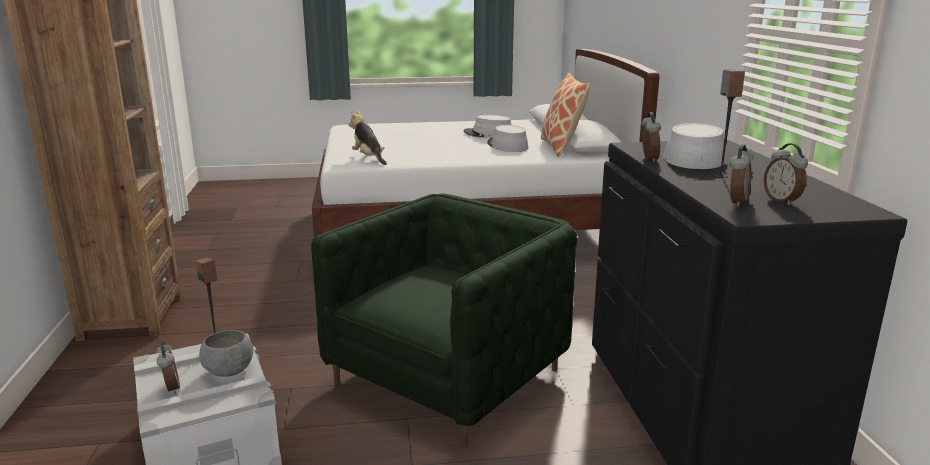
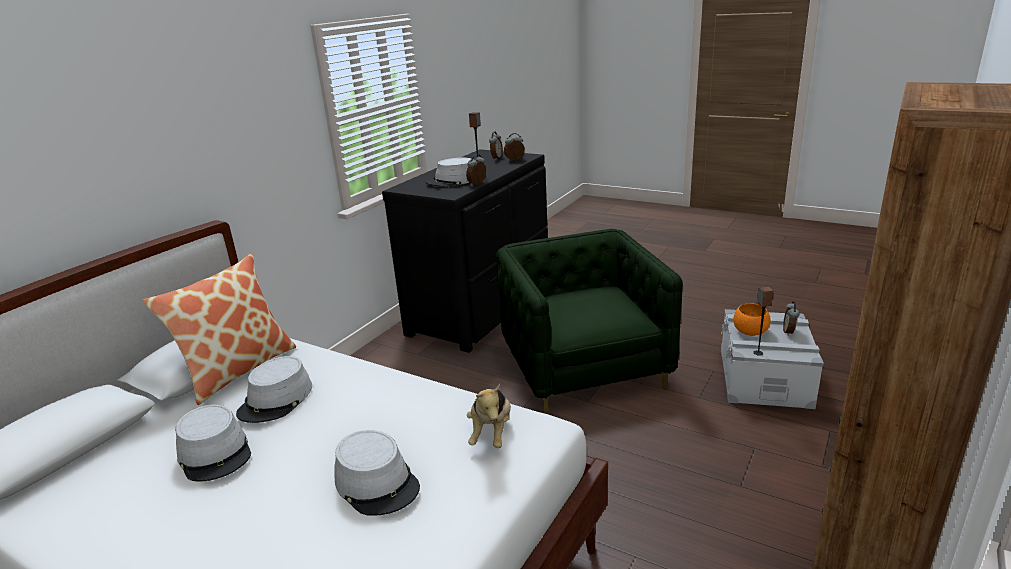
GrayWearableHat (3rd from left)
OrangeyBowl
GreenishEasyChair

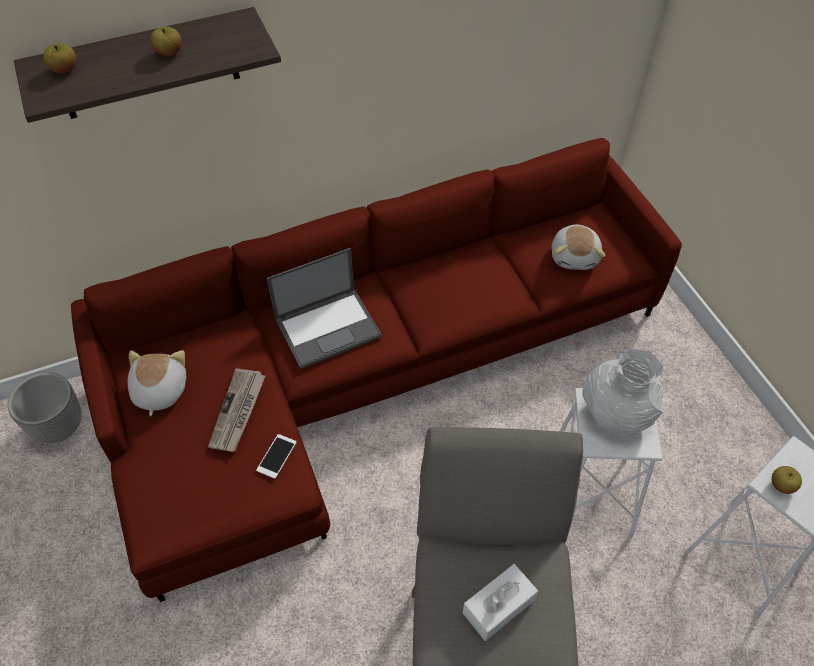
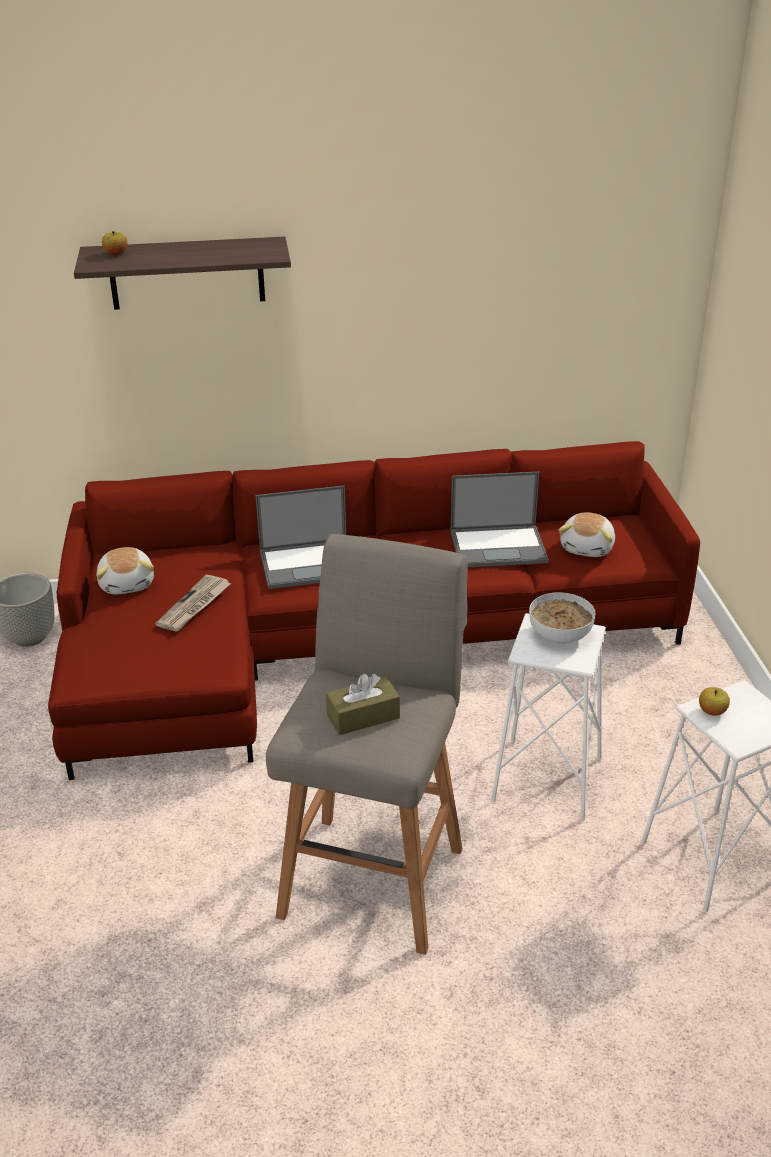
AppleFruit (2nd from left in the first image)
Handset
Laptop (2nd from left)
Bowl
BrownColouredBoxOfTissues
PlushToy (1st from left)

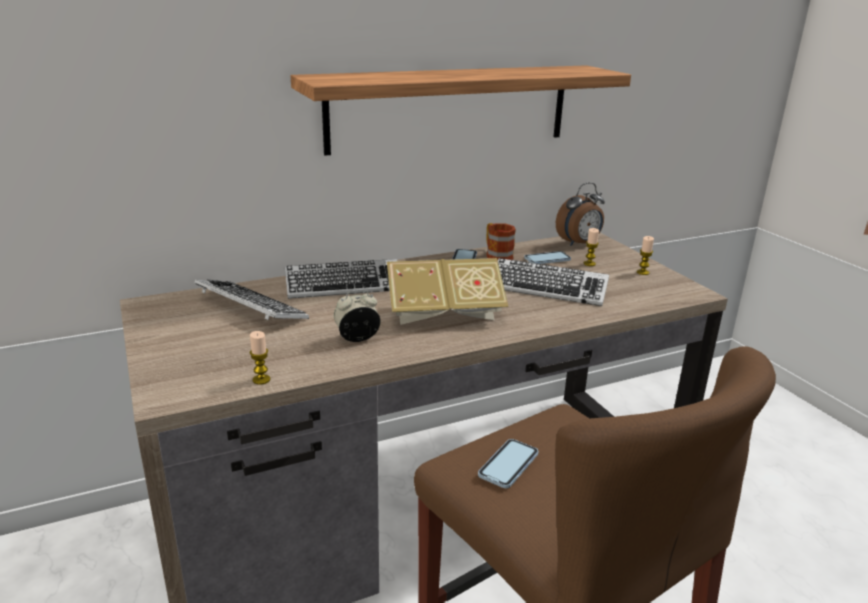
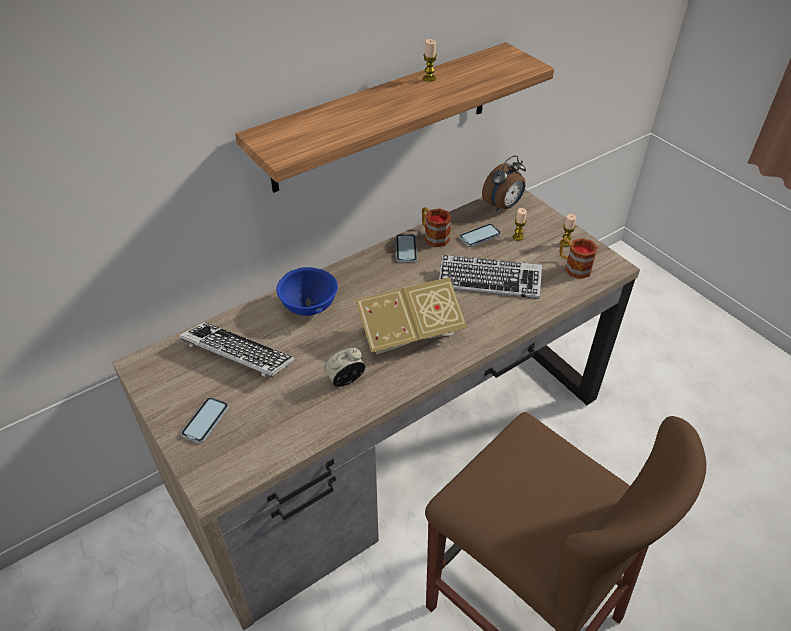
TeaMug (2nd from left)
Candle (1st from left)
Handset (1st from left)
BlueBowl

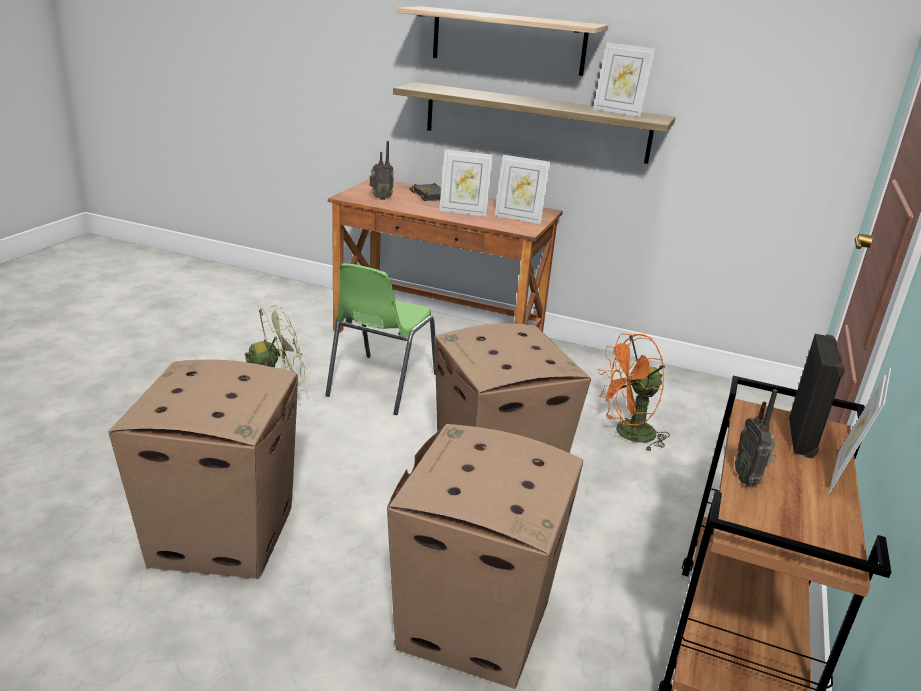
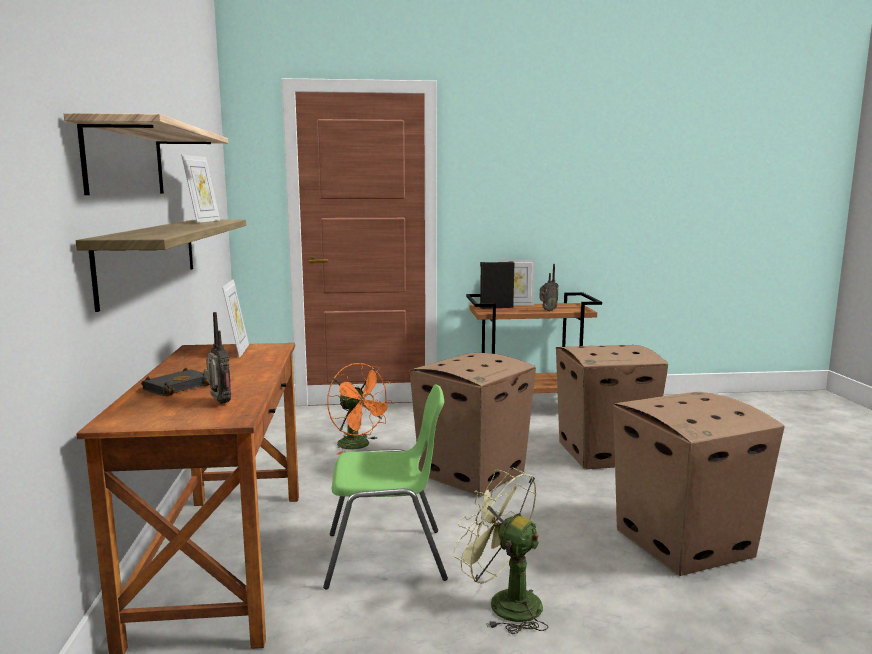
PhotoFrame (1st from left in the first image)

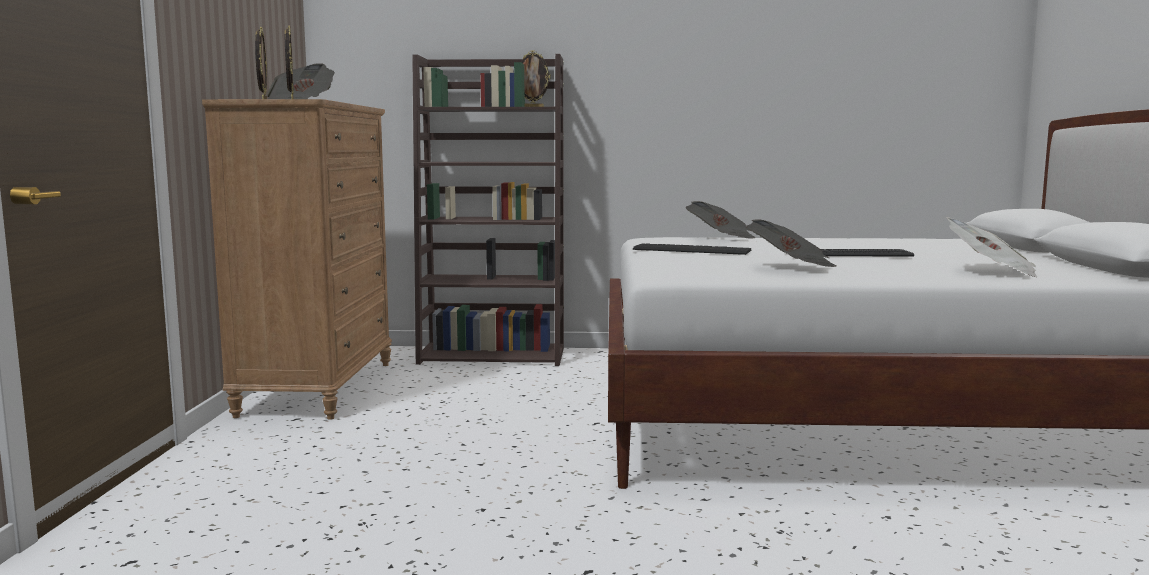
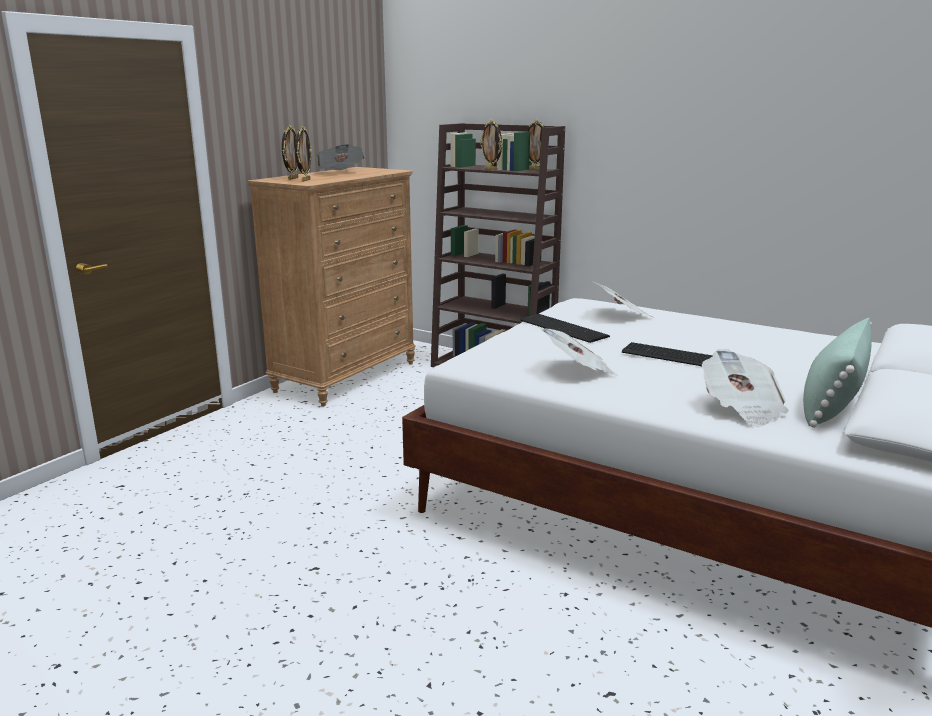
PhotoFrame (3rd from left)
GreenishThrowPillow

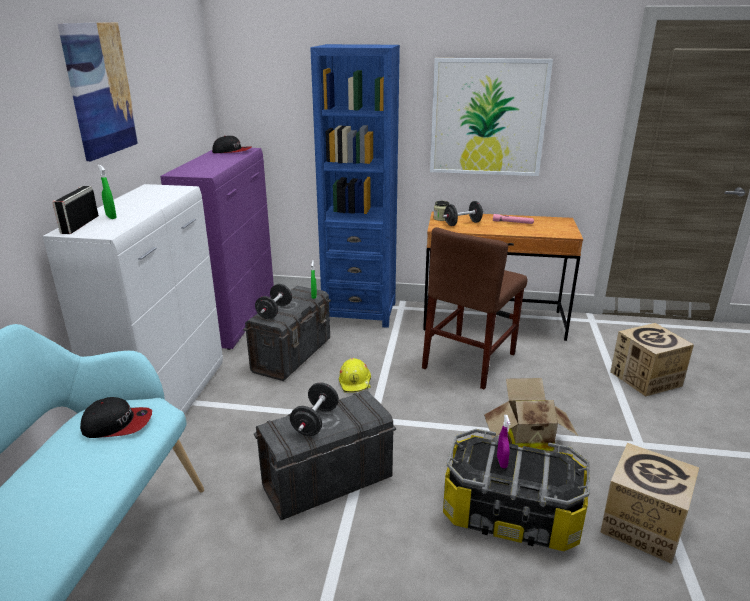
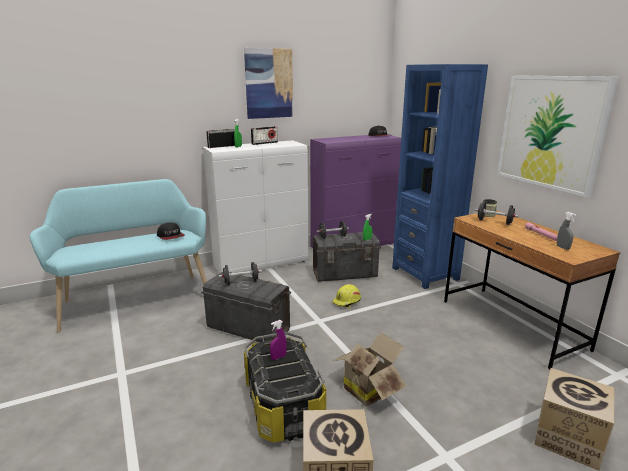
BrownColouredUprightChair
RadioSet (2nd from left)
GrayHandSprayer

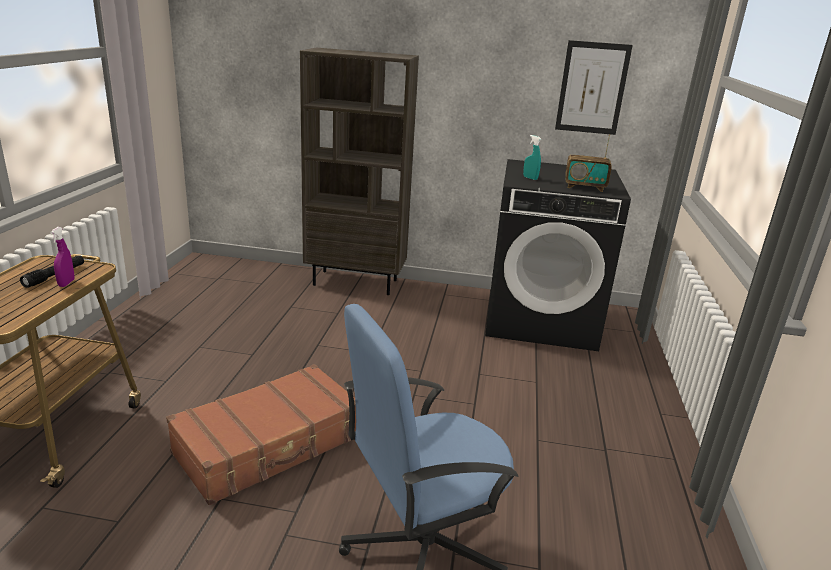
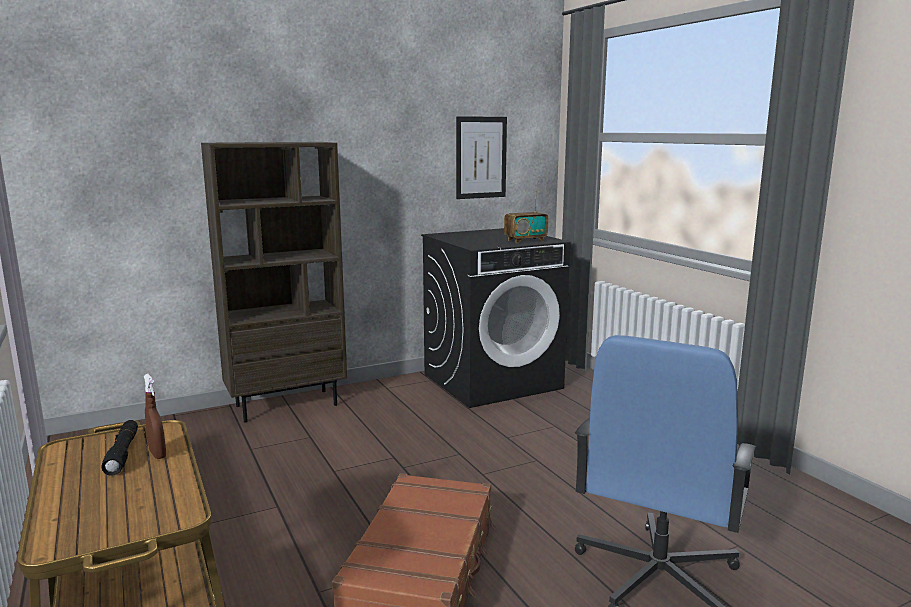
BlueGreenHandSprayer
BrownColouredHandSprayer

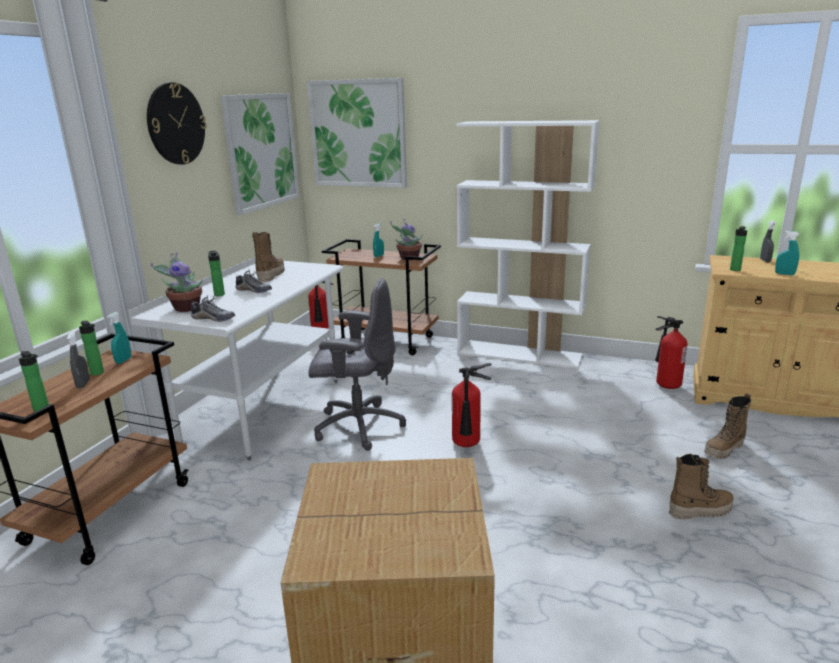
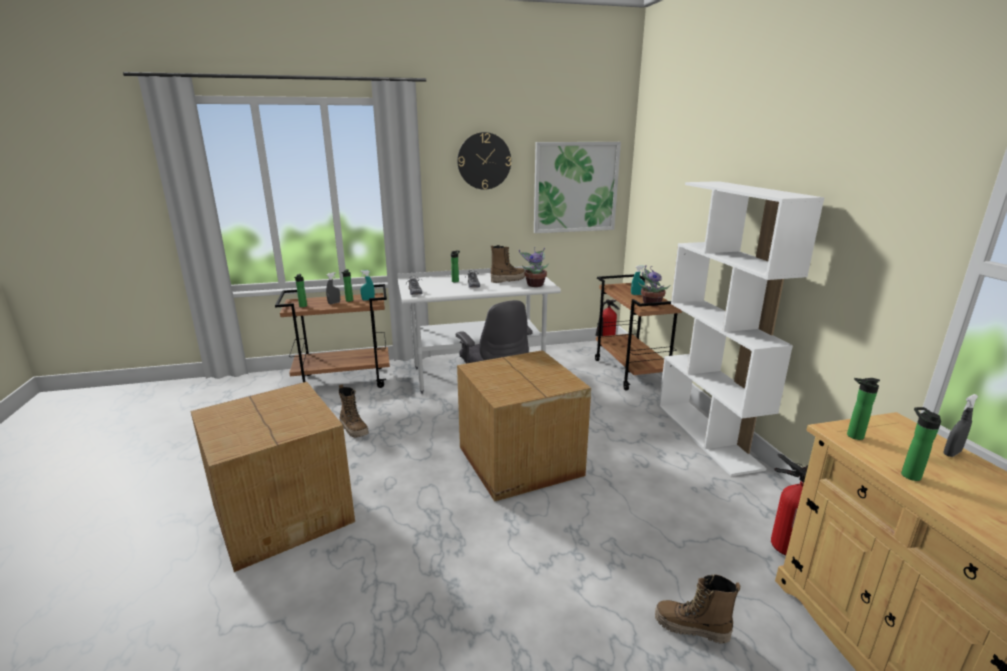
Picture (2nd from left in the first image)
PlantInAPot (1st from left)
TallBoot (1st from left)
PackingBox (2nd from left)
BeverageBottle (5th from left)

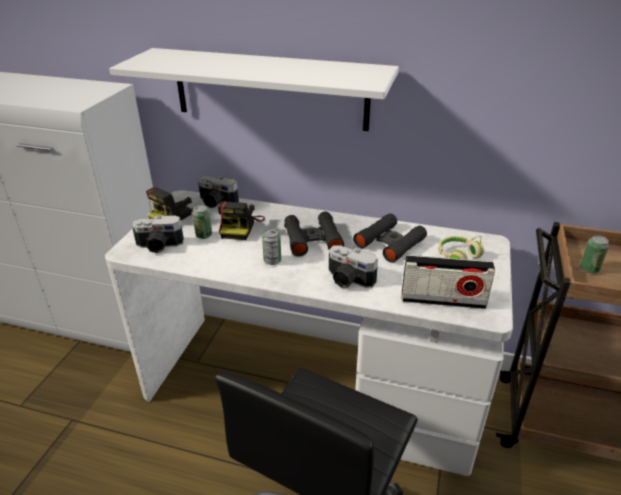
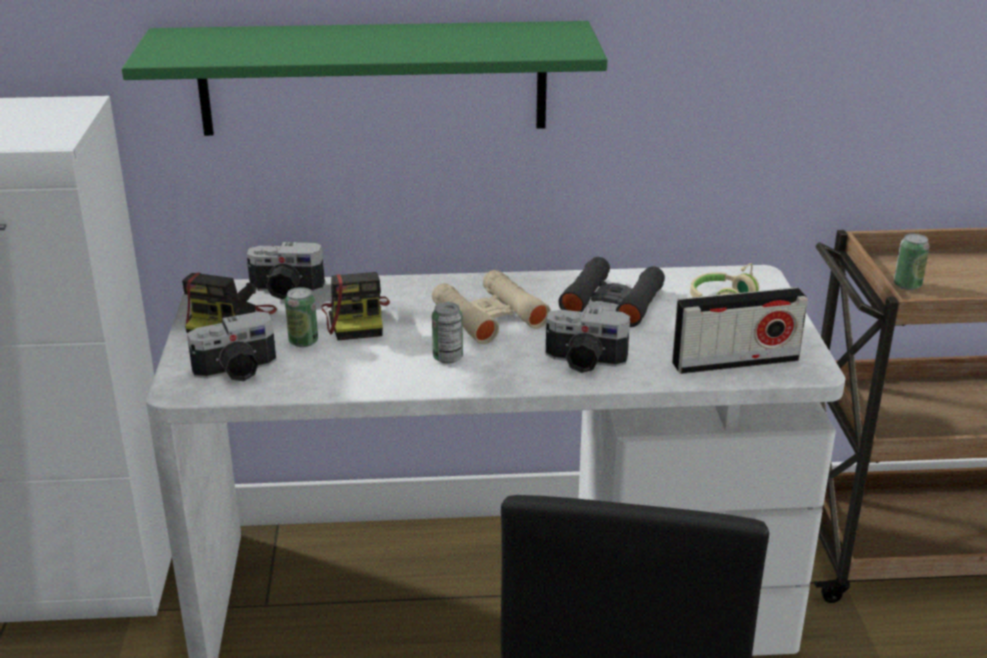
GreenishShelf
BeigeColouredPairOfBinoculars

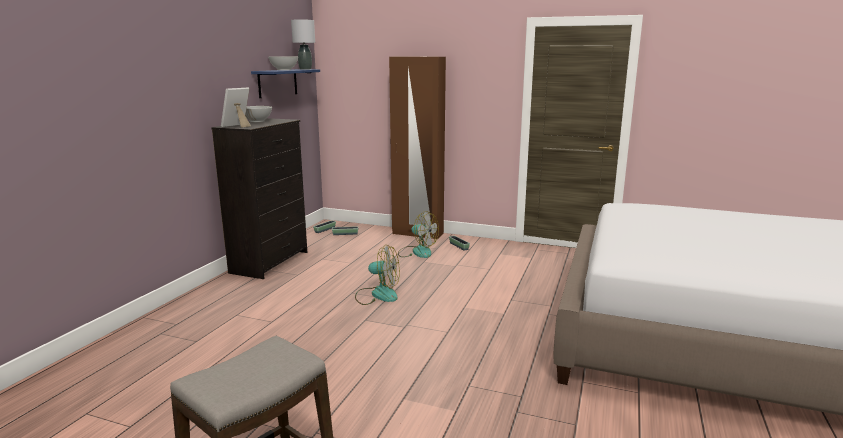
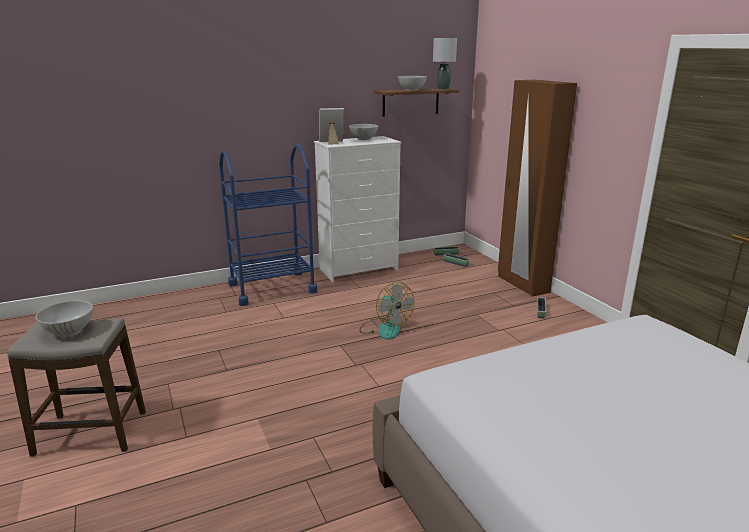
CoolingFan (2nd from left in the first image)
WhiteColouredBowl (1st from left)
BlueCart
WhiteColouredDresser
BrownColouredShelf

